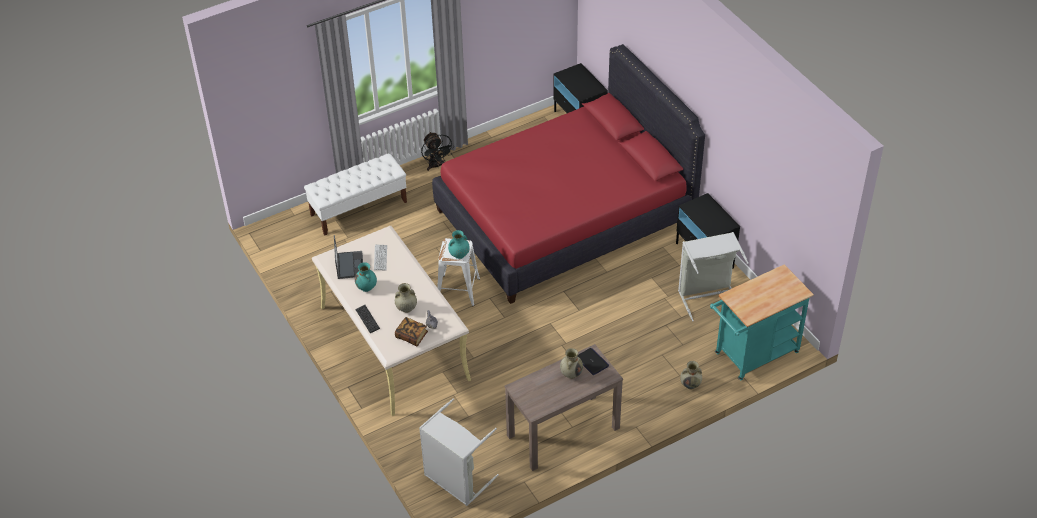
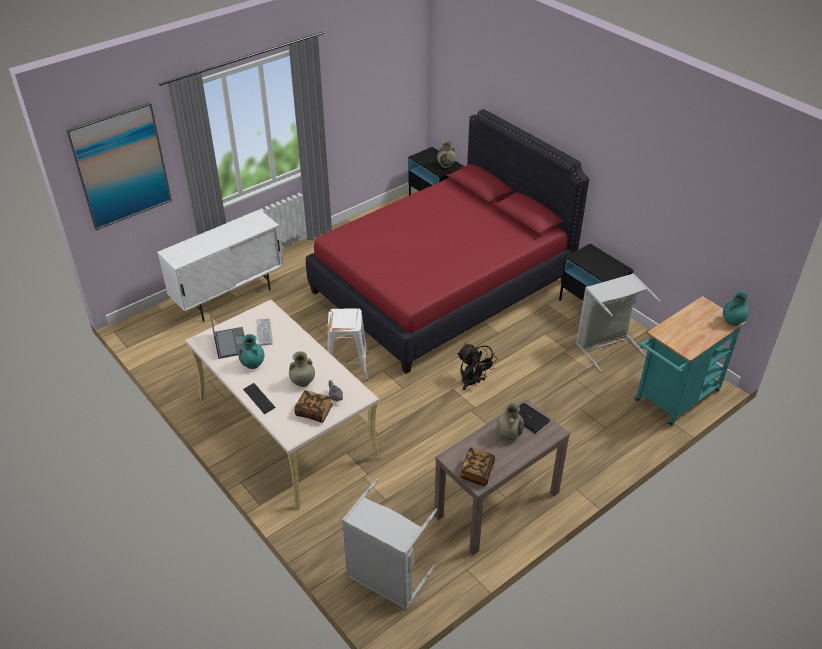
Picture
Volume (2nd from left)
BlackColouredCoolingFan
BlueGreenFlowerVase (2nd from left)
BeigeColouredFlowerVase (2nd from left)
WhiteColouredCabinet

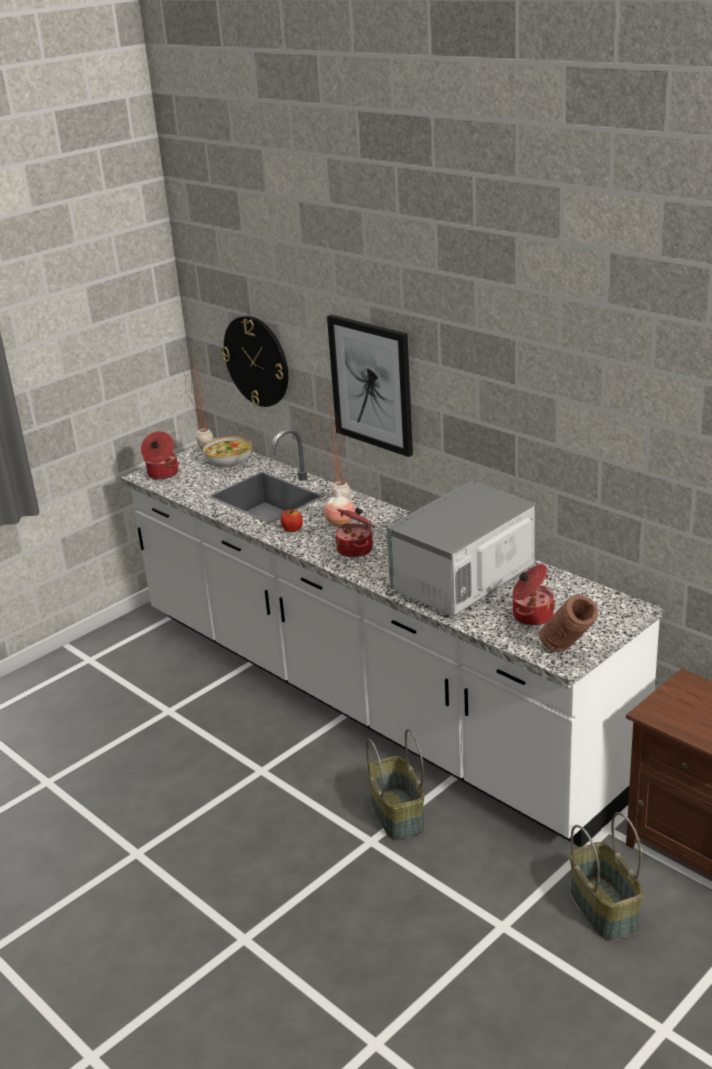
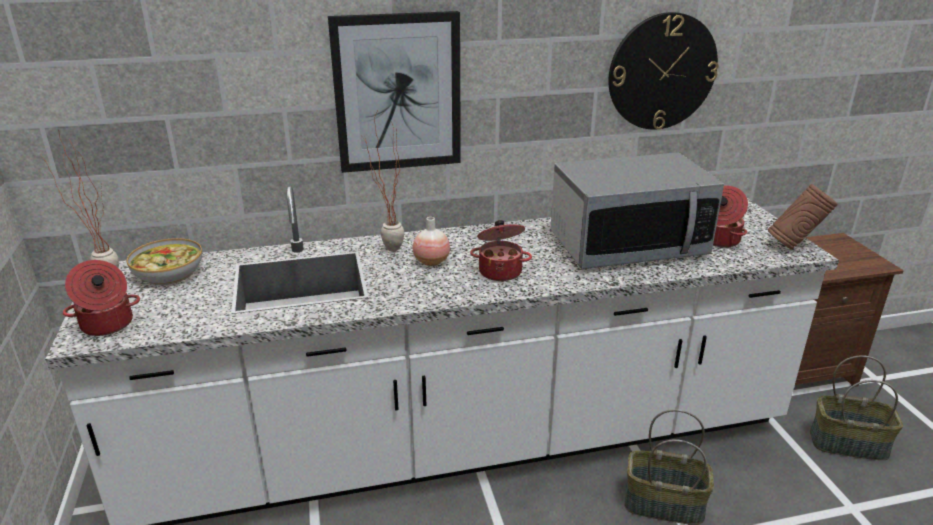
AppleFruit
ClockOnTheWall
MicrowaveOven

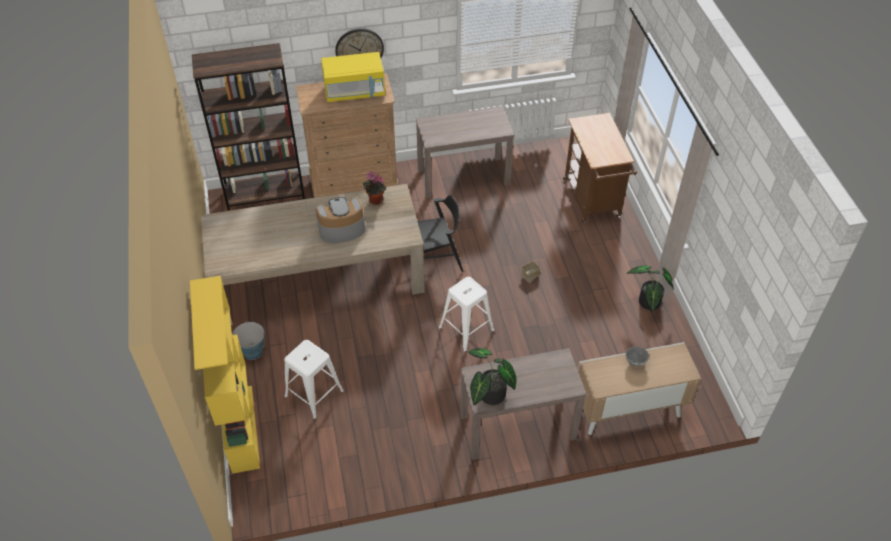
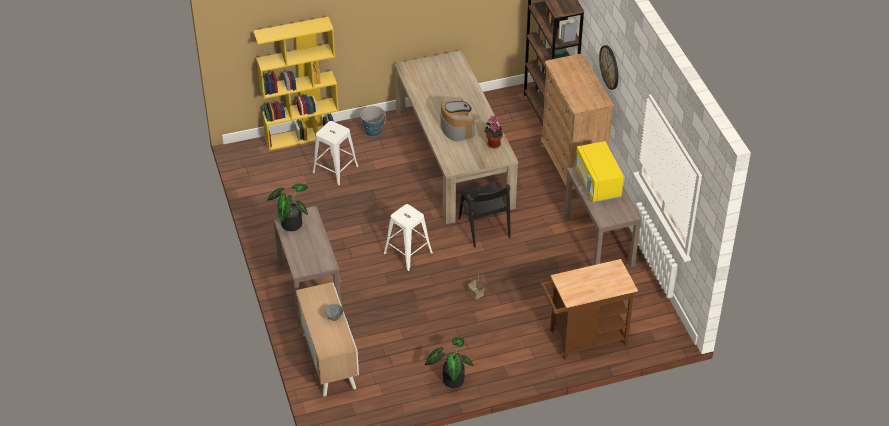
YellowMicrowaveOven

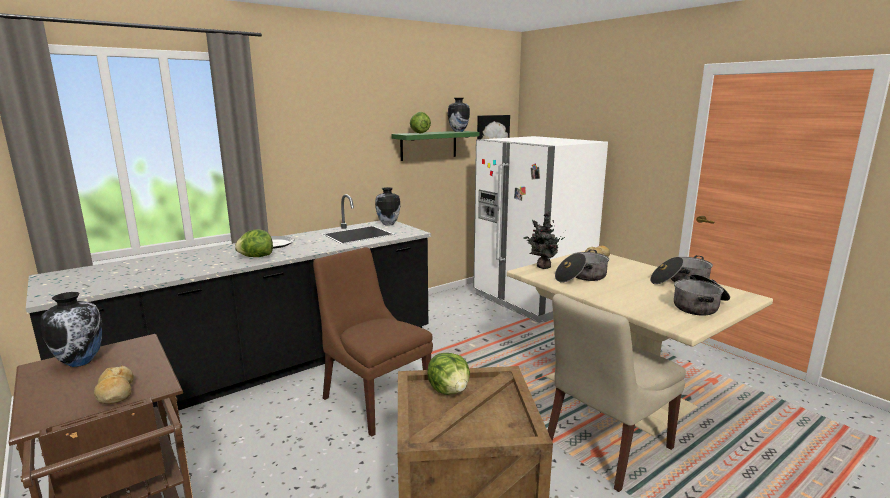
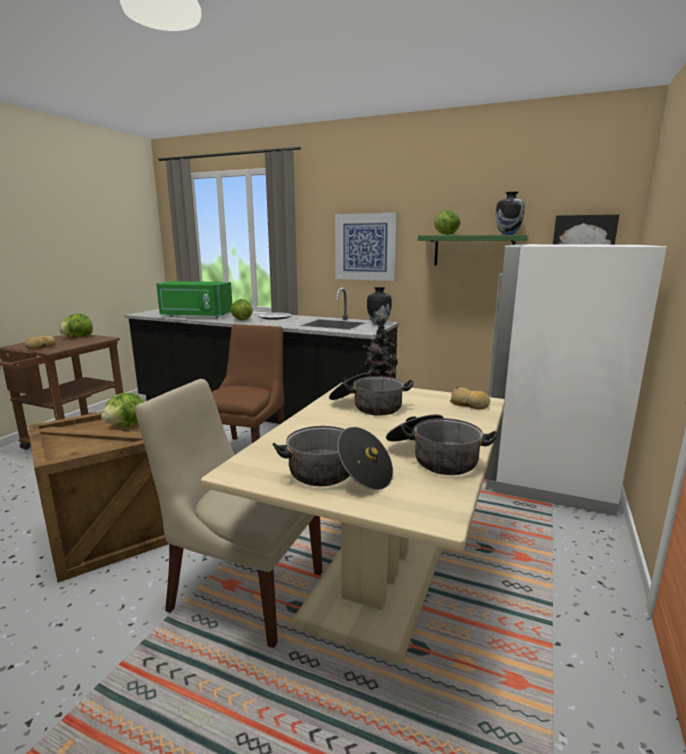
GreenishMicrowaveOven
Picture (1st from left)
HeadOfLettuce (1st from left)

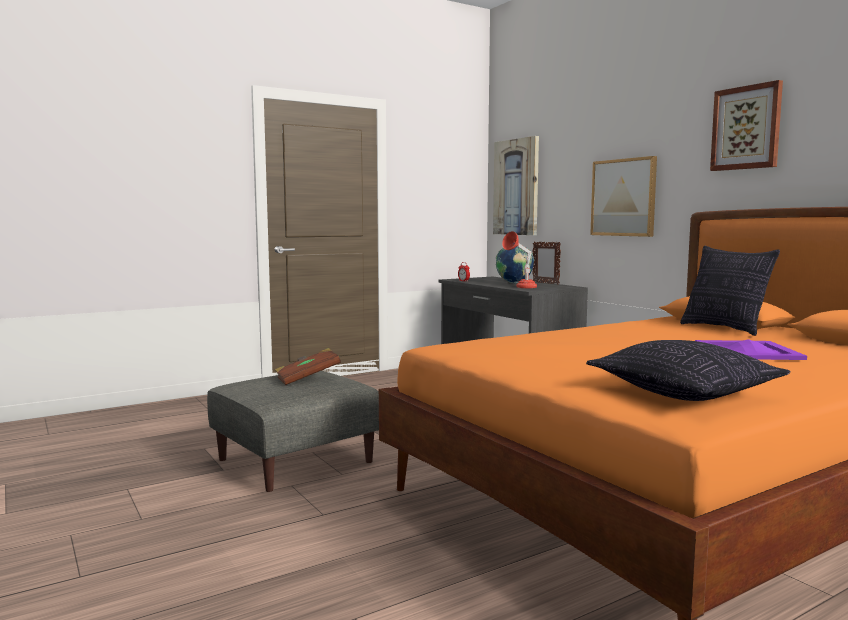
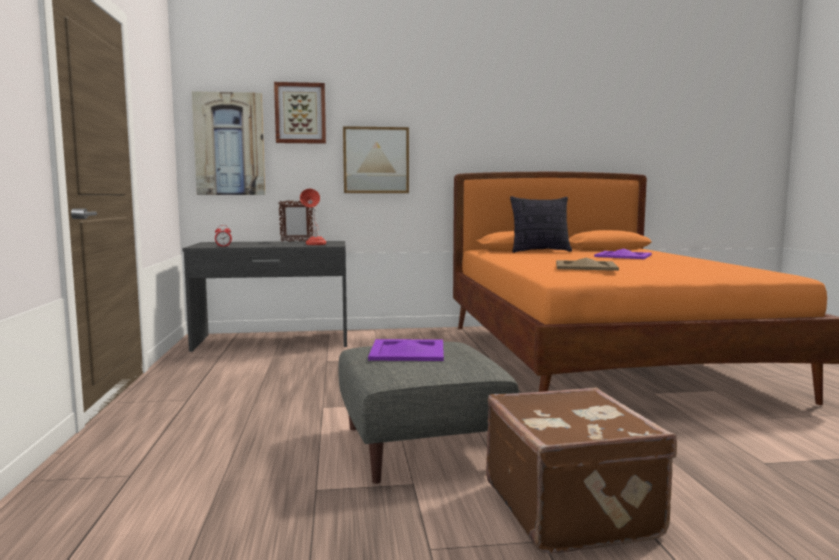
Globe
ThrowPillow (1st from left in the first image)
BrownColouredPieceOfLuggage
BeigeColouredTray
Picture (2nd from left)
PurpleColouredTray (1st from left)

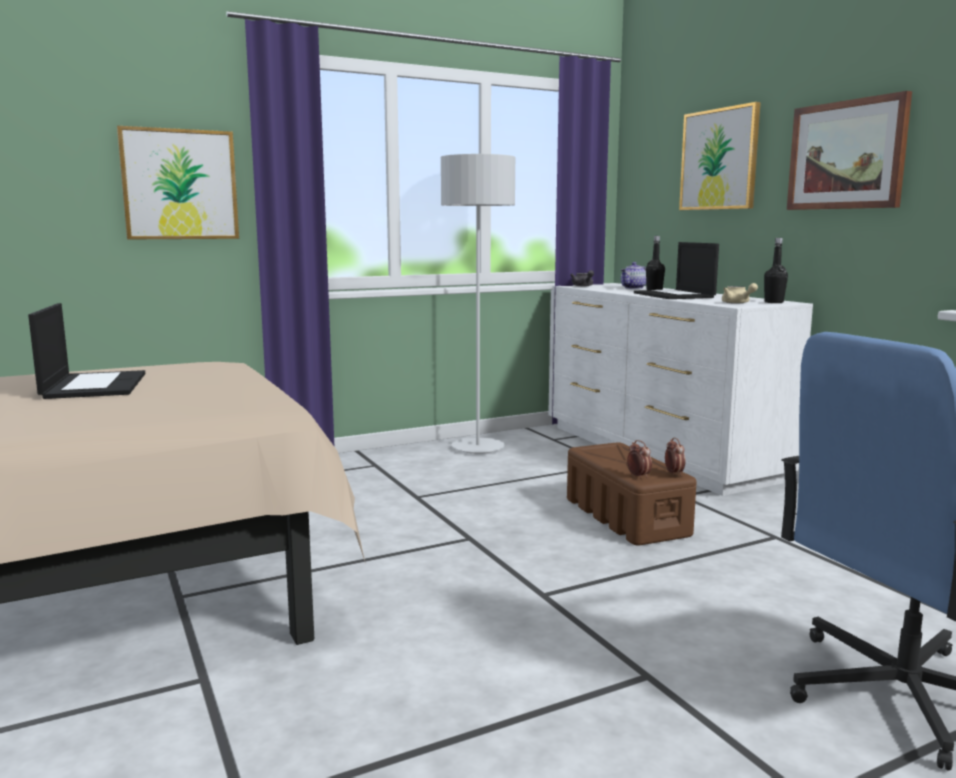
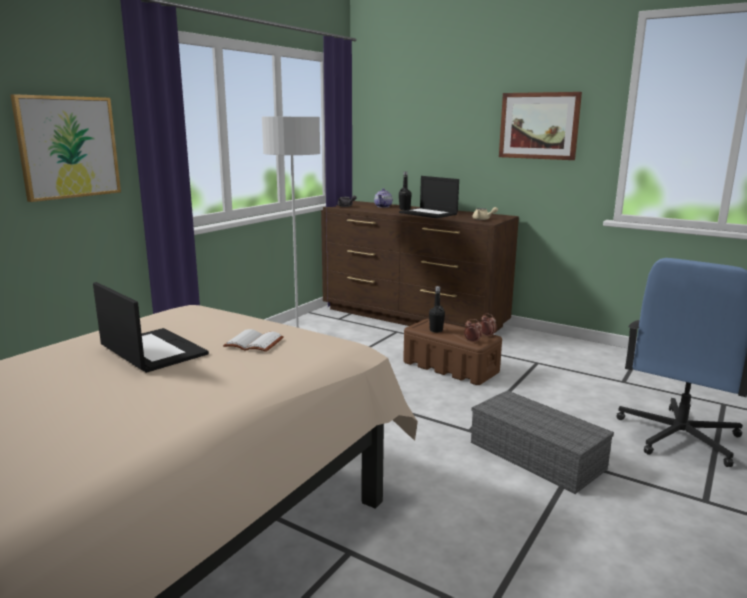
Picture (2nd from left in the first image)
WhiteColouredVolume
GrayStorageBin
BlackColouredBeverageBottle (2nd from left)
BrownColouredDresser

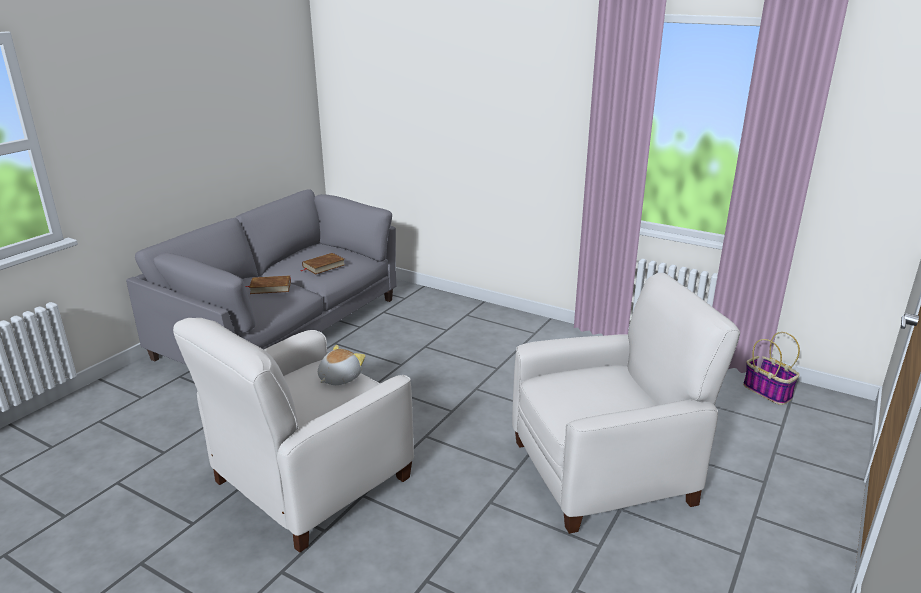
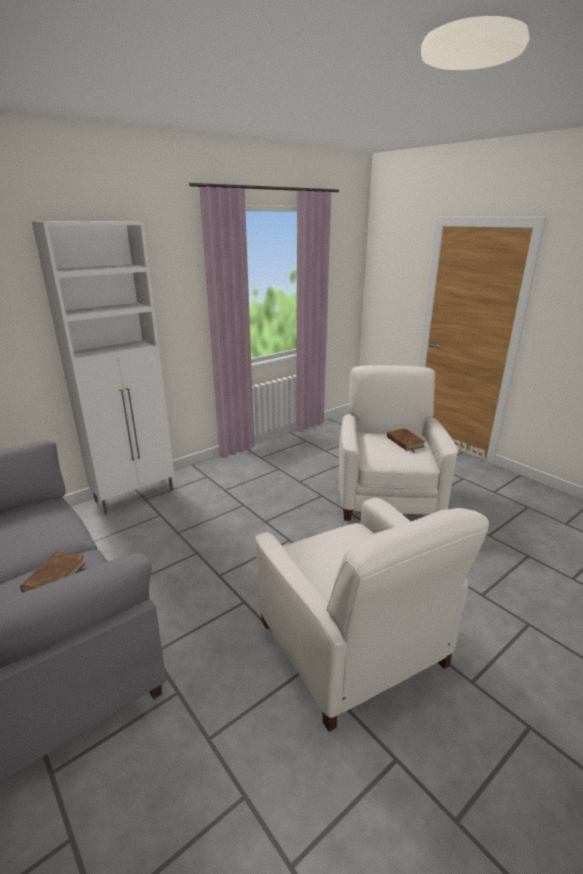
PlushToy
Basket
WhiteColouredCabinet
BrownColouredVolume (2nd from left)

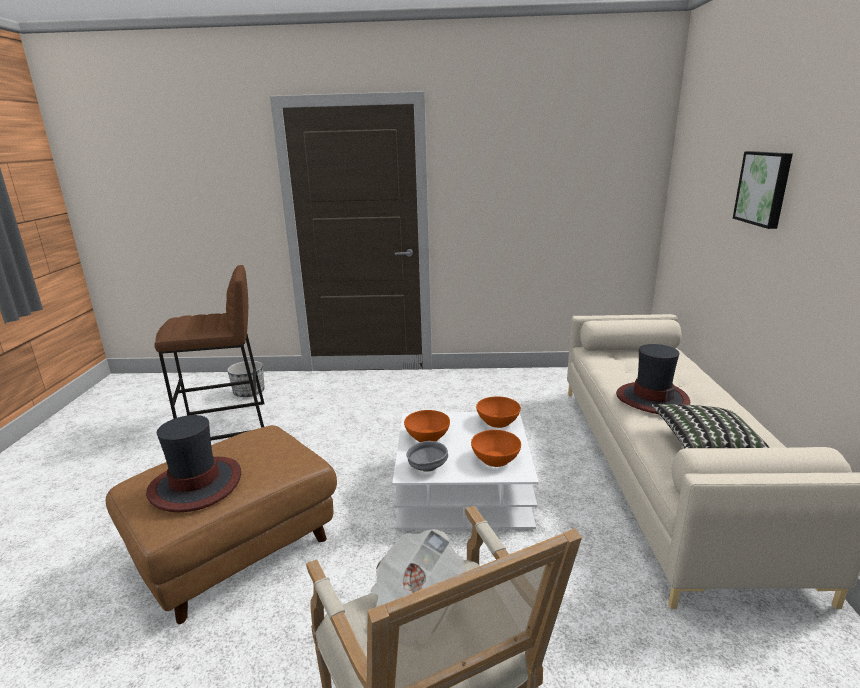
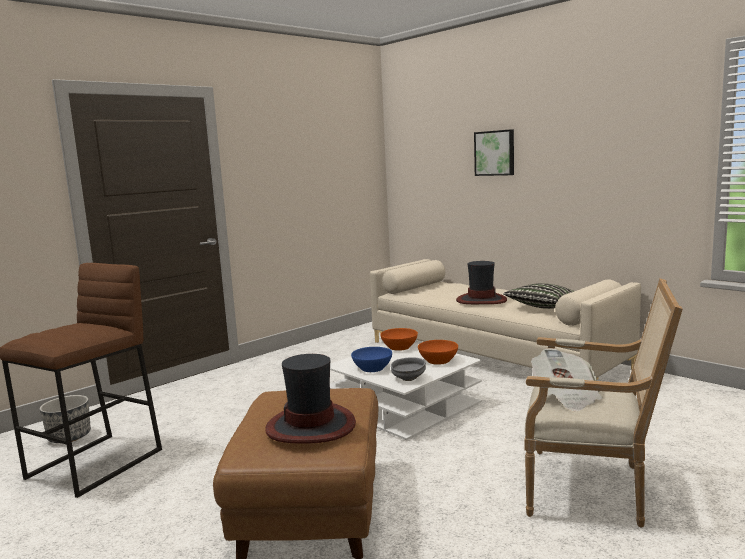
BlueBowl

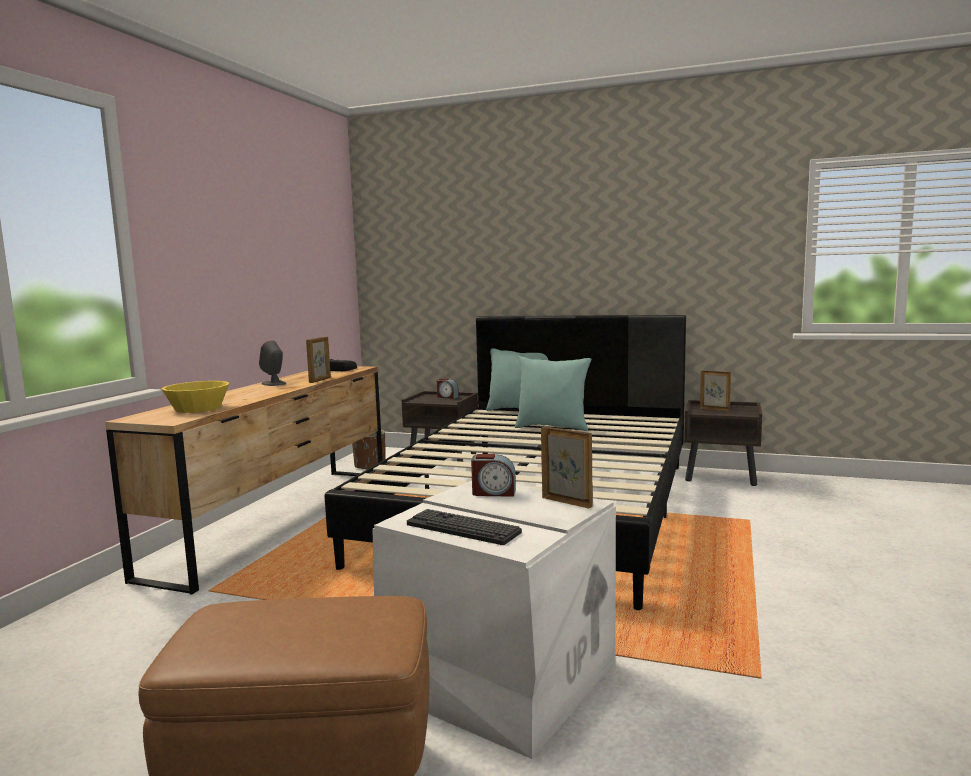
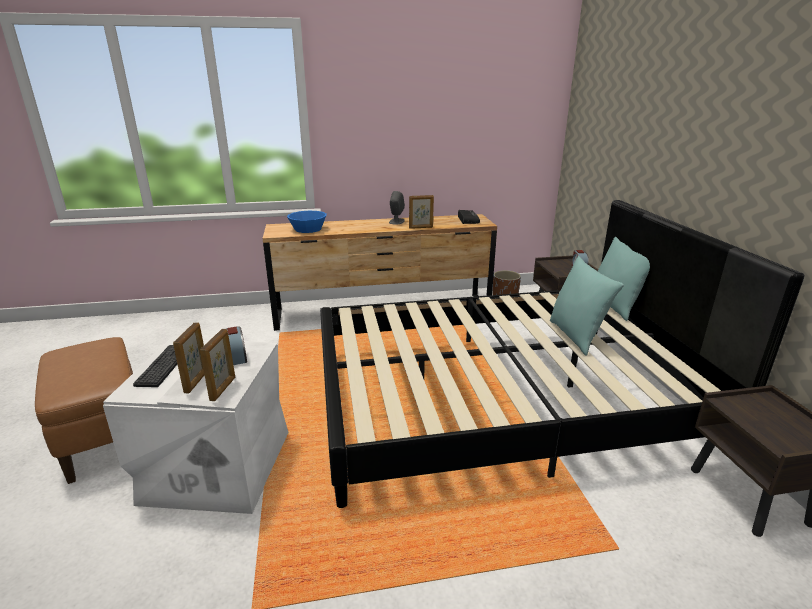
PhotoFrame (1st from left)
BlueBowl

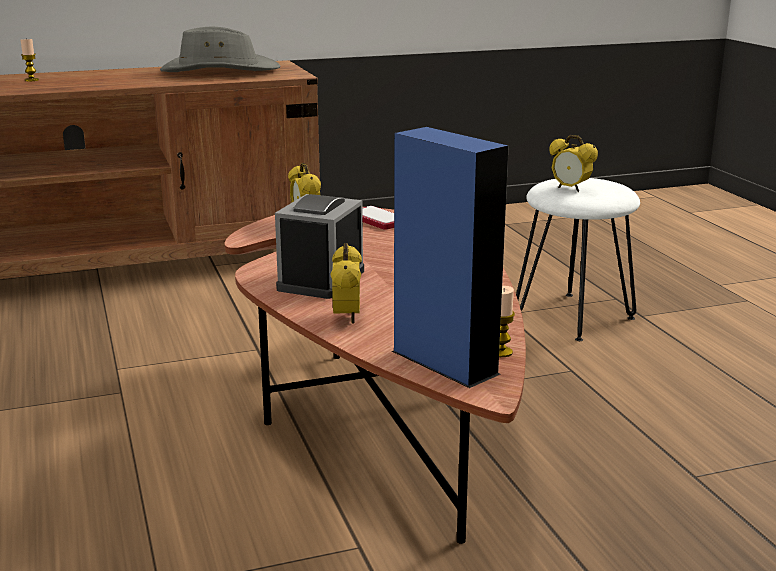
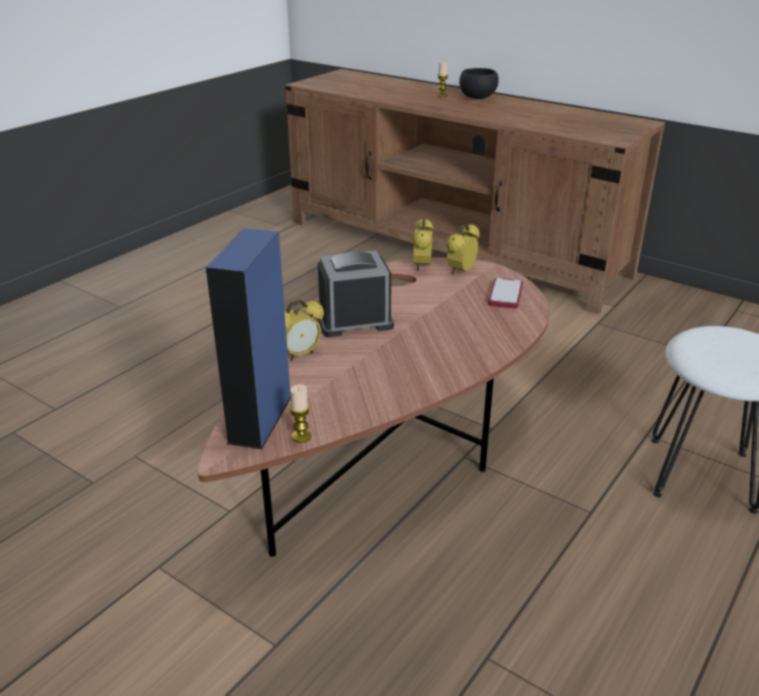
GrayWearableHat
BlackColouredBowl
AlarmClock (3rd from left)

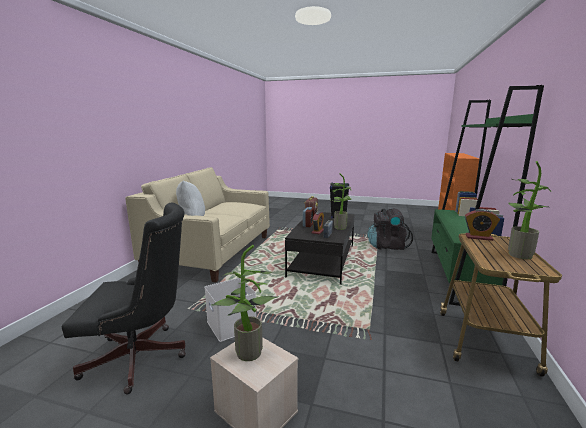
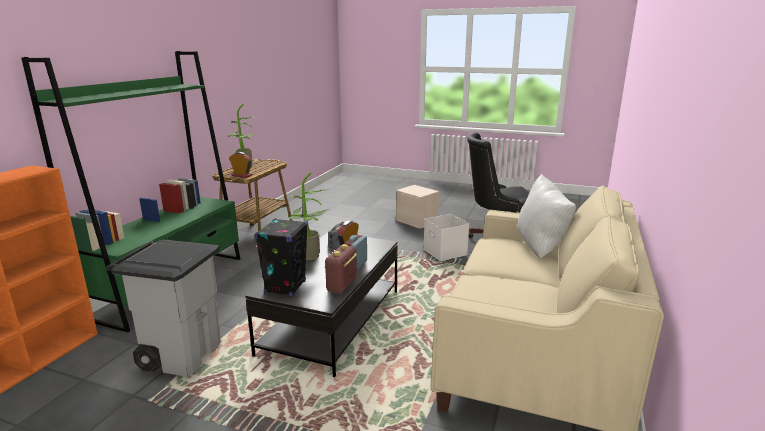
PlantInAPot (1st from left in the first image)
GrayWasteBin

